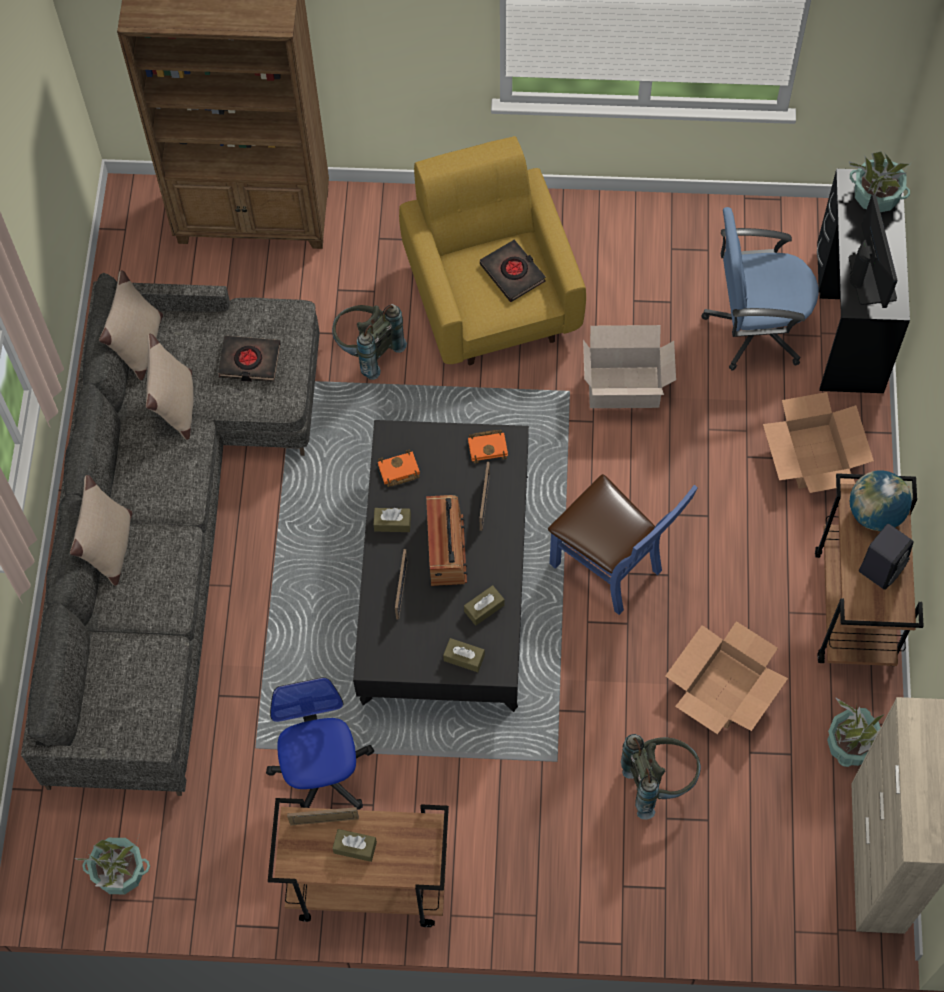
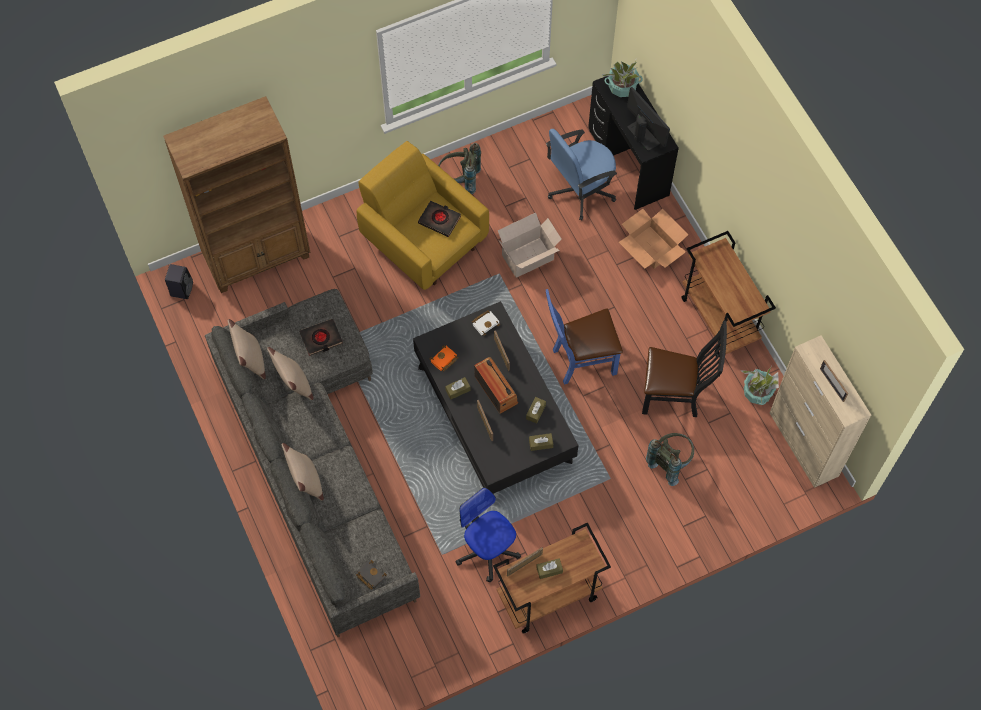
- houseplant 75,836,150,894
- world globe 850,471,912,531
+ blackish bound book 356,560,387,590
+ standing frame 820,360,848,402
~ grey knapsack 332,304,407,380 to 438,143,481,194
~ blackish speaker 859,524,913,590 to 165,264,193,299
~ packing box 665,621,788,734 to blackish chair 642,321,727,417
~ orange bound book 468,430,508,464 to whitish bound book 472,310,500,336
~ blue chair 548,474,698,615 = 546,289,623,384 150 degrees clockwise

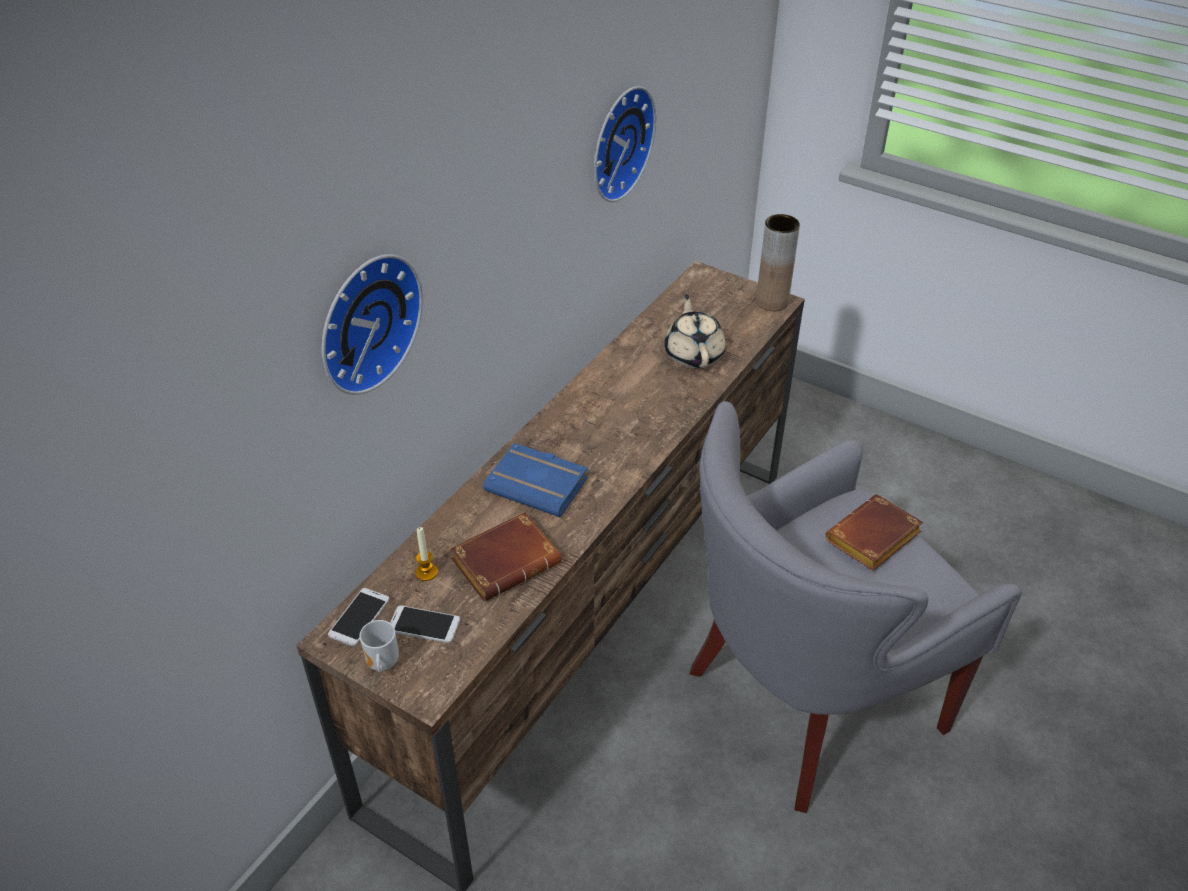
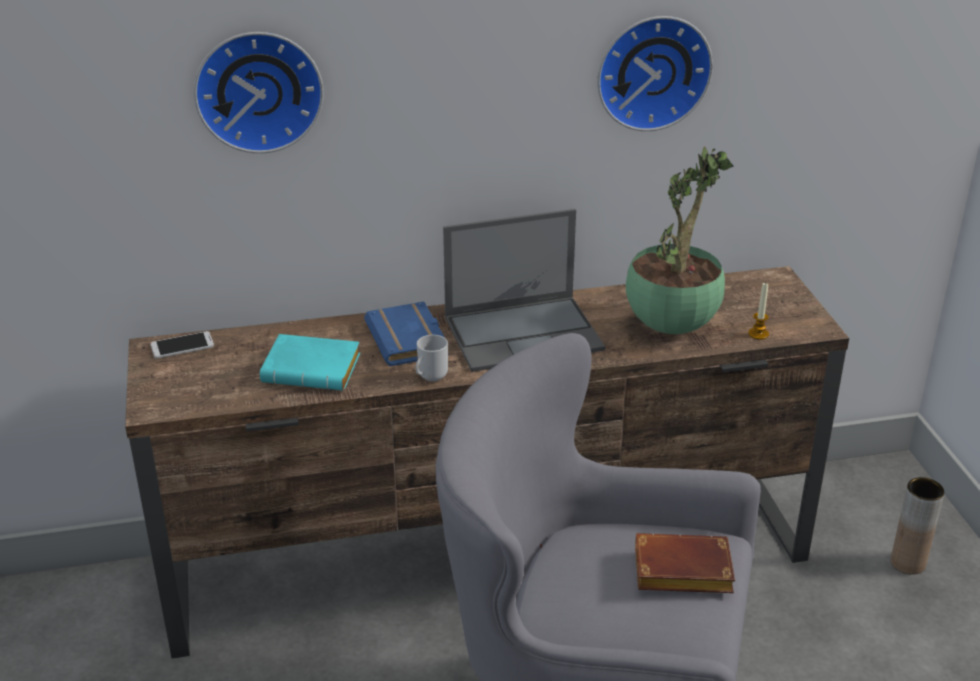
- phone 390,605,461,643
+ notebook computer 443,209,605,372
~ mug 359,620,399,673 to 416,335,448,382
~ wax light 415,527,438,581 to 748,282,769,340
~ brown decorative vase 756,214,800,311 to 891,477,945,575
~ beige-coloured pot for tea 664,294,726,368 to houseplant 626,146,734,334
~ brown bound book 450,512,561,602 to turquoise bound book 260,334,360,391

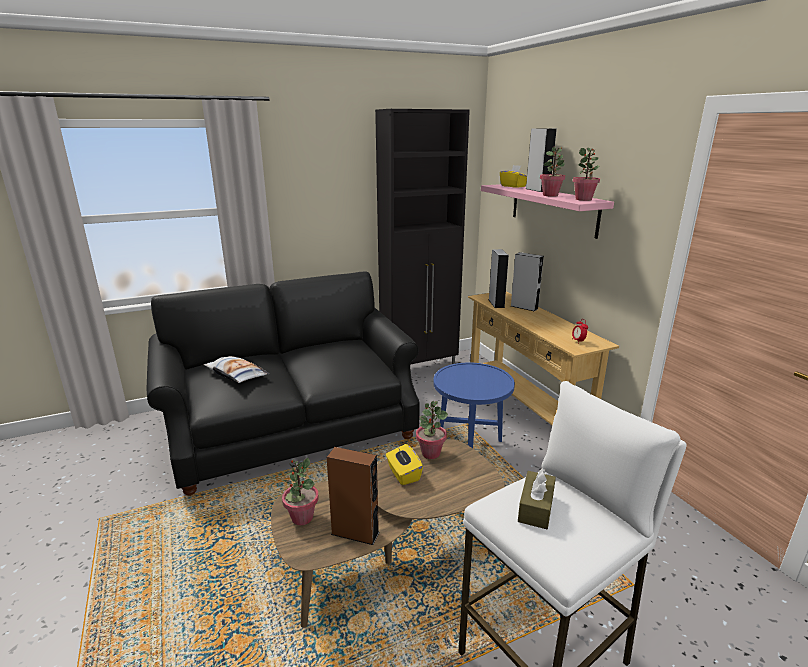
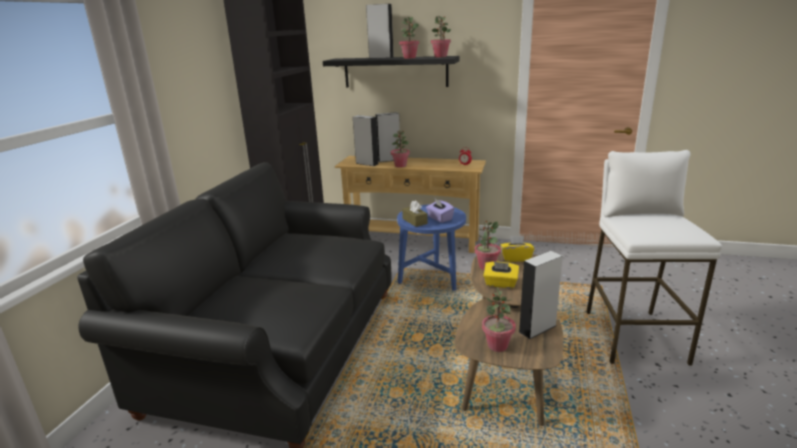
- pillow 203,356,270,383
+ houseplant 391,130,410,168
+ purplish tissue box 426,199,454,223
~ yellow-coloured tissue box 500,165,527,188 to 501,236,534,262
~ brown tissue box 518,468,556,529 to 402,200,428,227
~ brown speaker 327,447,379,545 to grey speaker 519,251,563,339
~ pink-coloured shelf 481,184,614,239 to blackish shelf 323,56,460,88

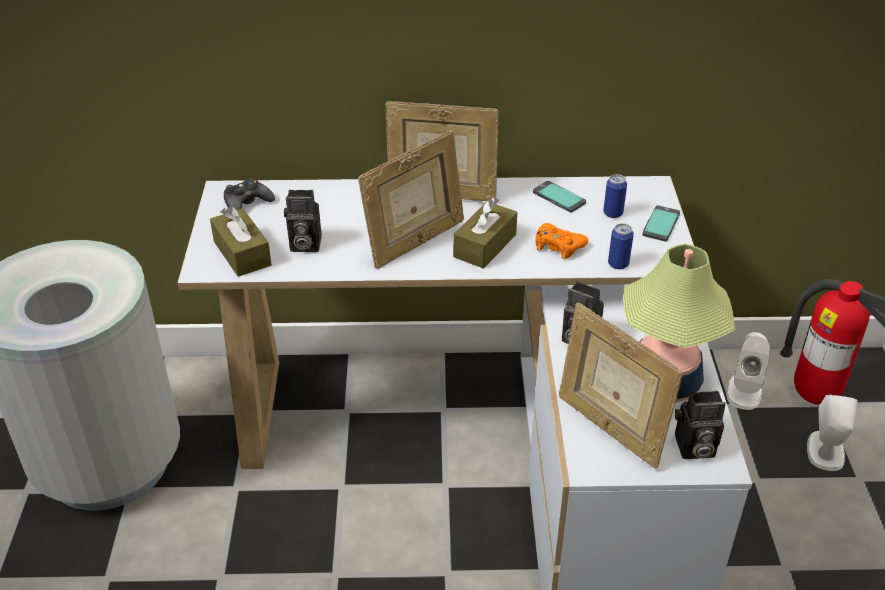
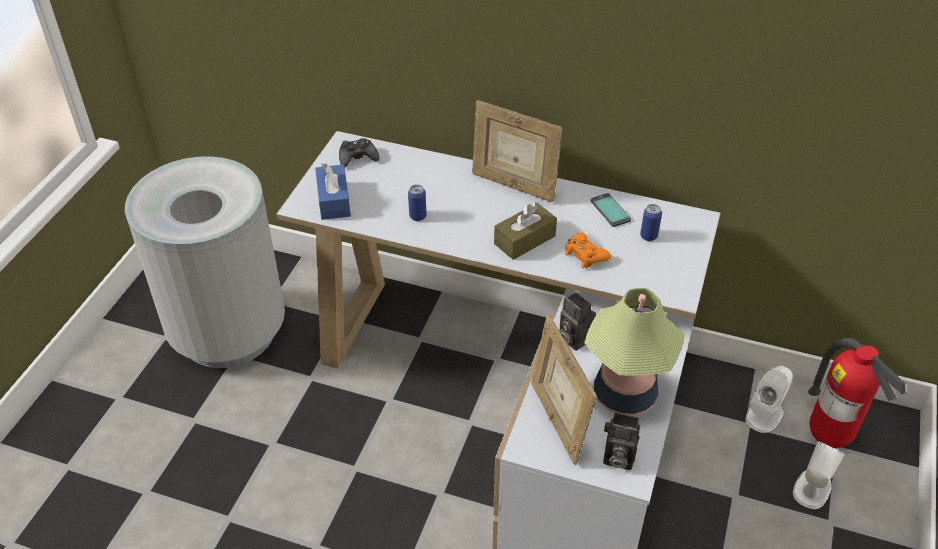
- still camera 284,190,322,252
- standing frame 358,130,464,269
- phone 642,205,680,242
~ can 608,223,634,269 to 408,184,426,221
~ brown tissue box 210,207,272,277 to blue tissue box 315,163,351,220

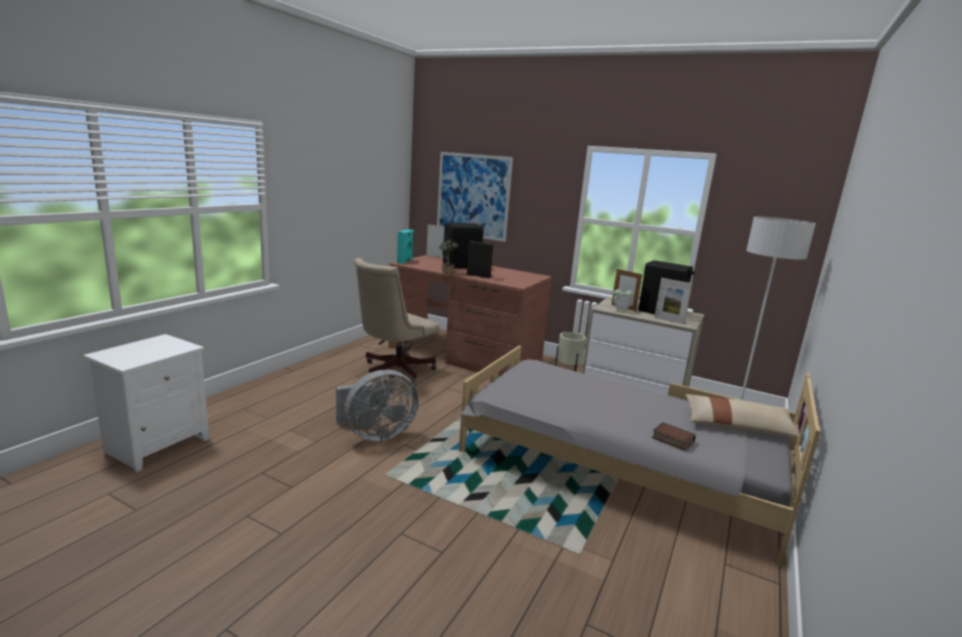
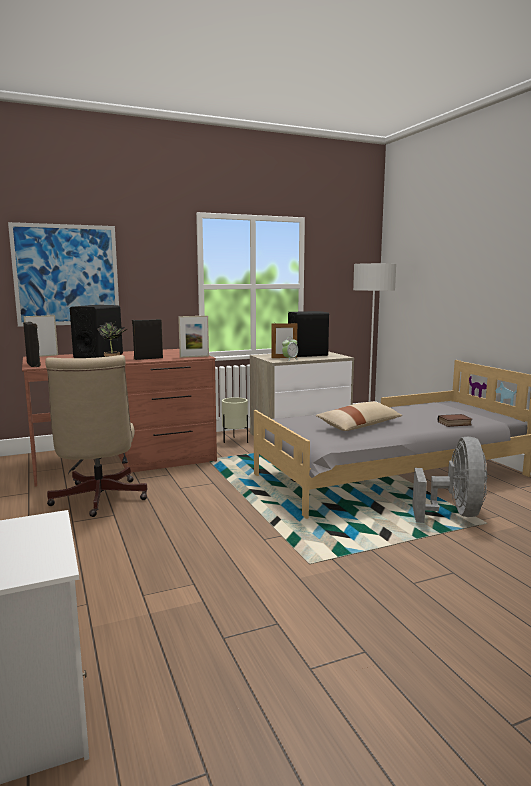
~ grey cooling fan 336,369,418,442 to 412,437,488,523
~ standing frame 654,278,692,324 to 178,316,209,358
~ beige-coloured pillow 685,394,799,438 to 316,402,403,431
~ turquoise speaker 397,229,414,264 to blackish speaker 23,322,41,367

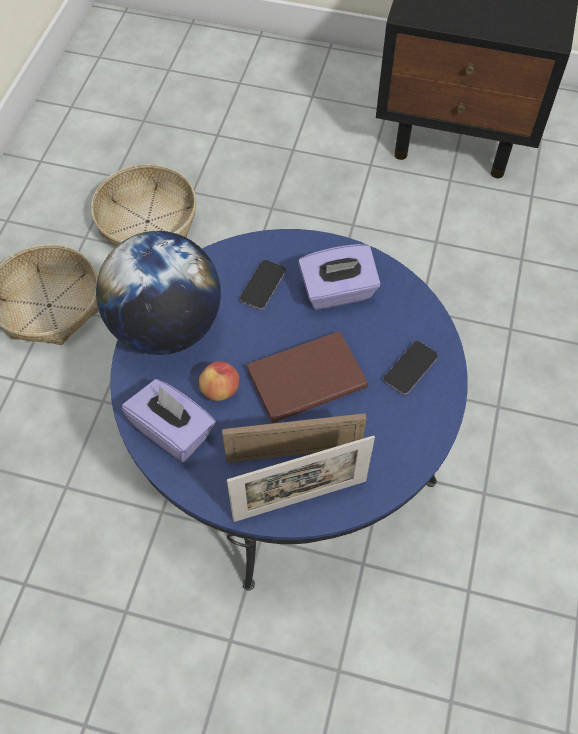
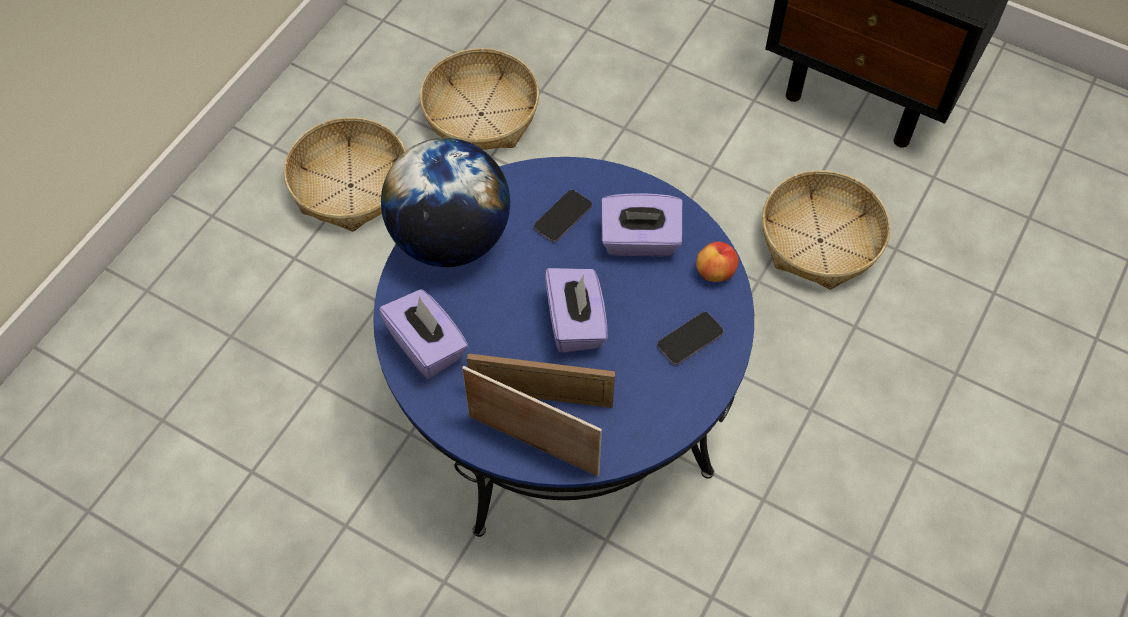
+ household basket 762,170,890,290
~ apple fruit 199,361,240,401 to 696,242,739,282
~ brown bound book 247,331,368,423 to purplish tissue box 545,268,607,353
~ standing frame 227,436,375,522 = 462,366,602,477 150 degrees counterclockwise

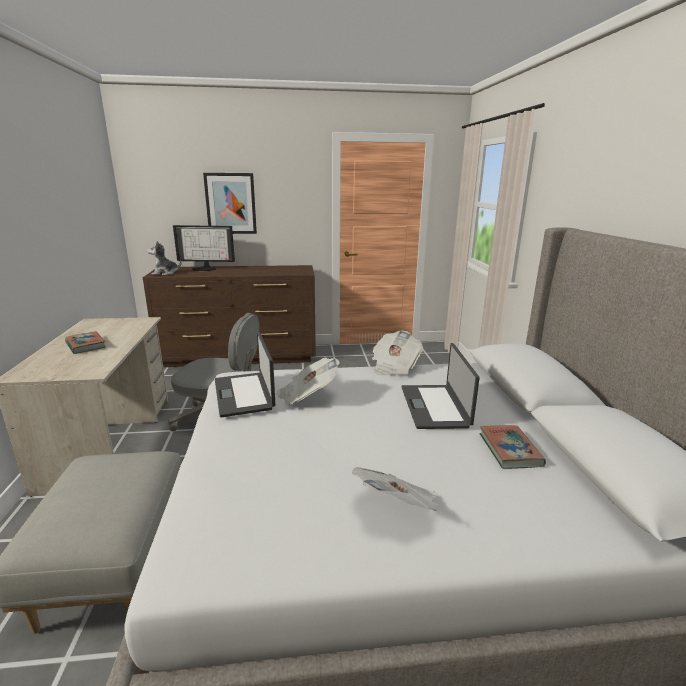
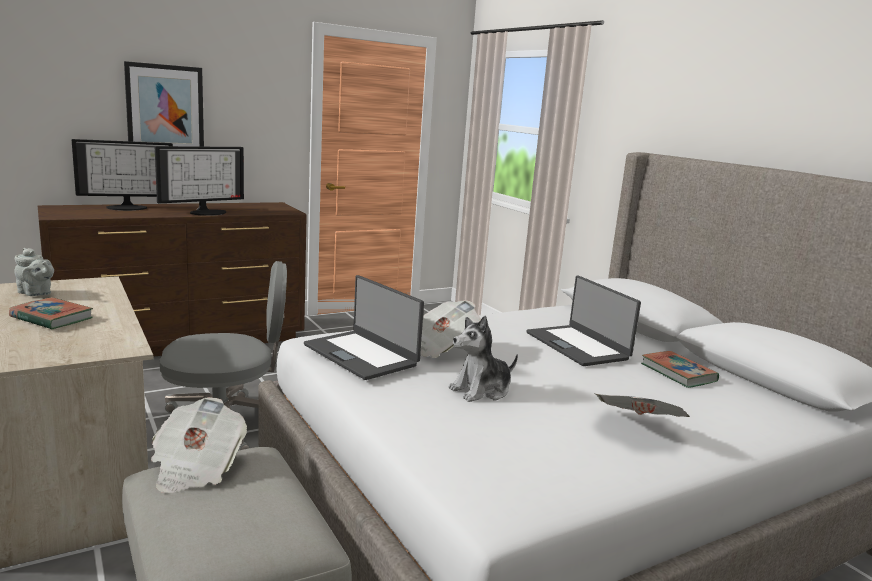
+ grey pot for tea 14,248,54,296
+ computer screen 155,146,244,216
~ soft toy 147,241,182,276 to 449,316,518,402
~ printed paper 372,330,423,376 to 151,397,247,493

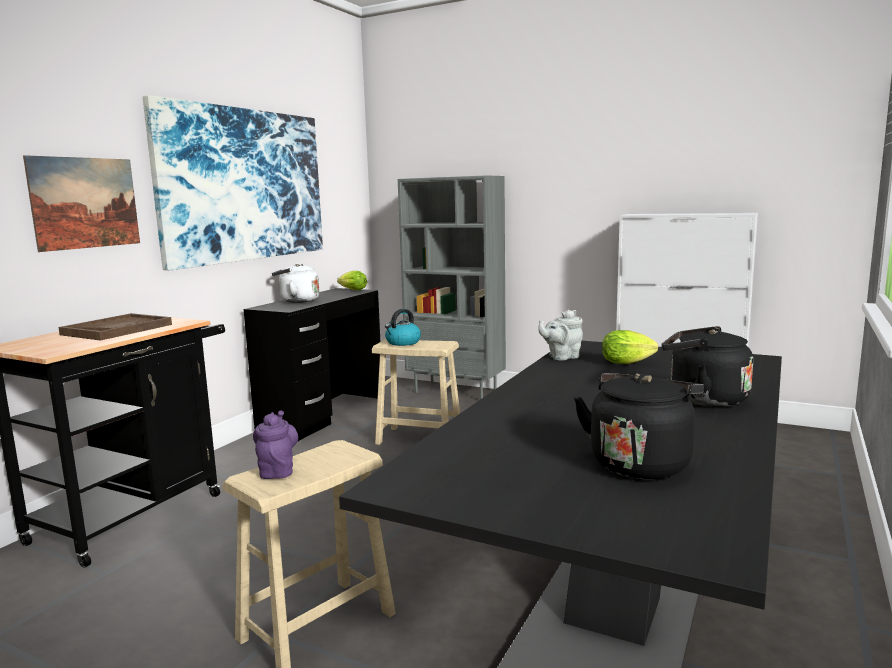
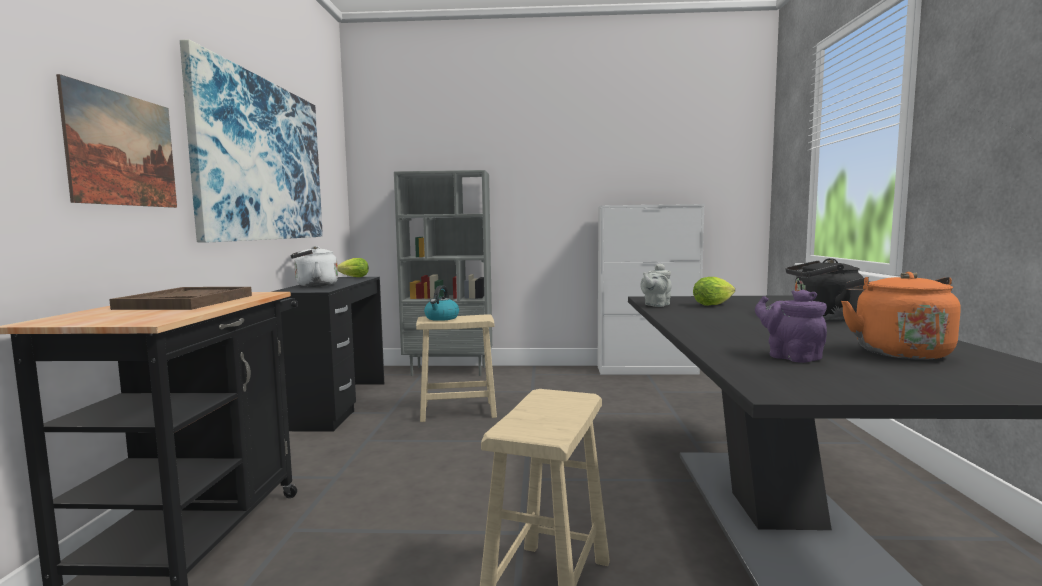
~ purplish pot for tea 253,411,298,479 to 755,289,827,363
~ blackish tea kettle 574,373,704,479 to orange tea kettle 841,272,961,360

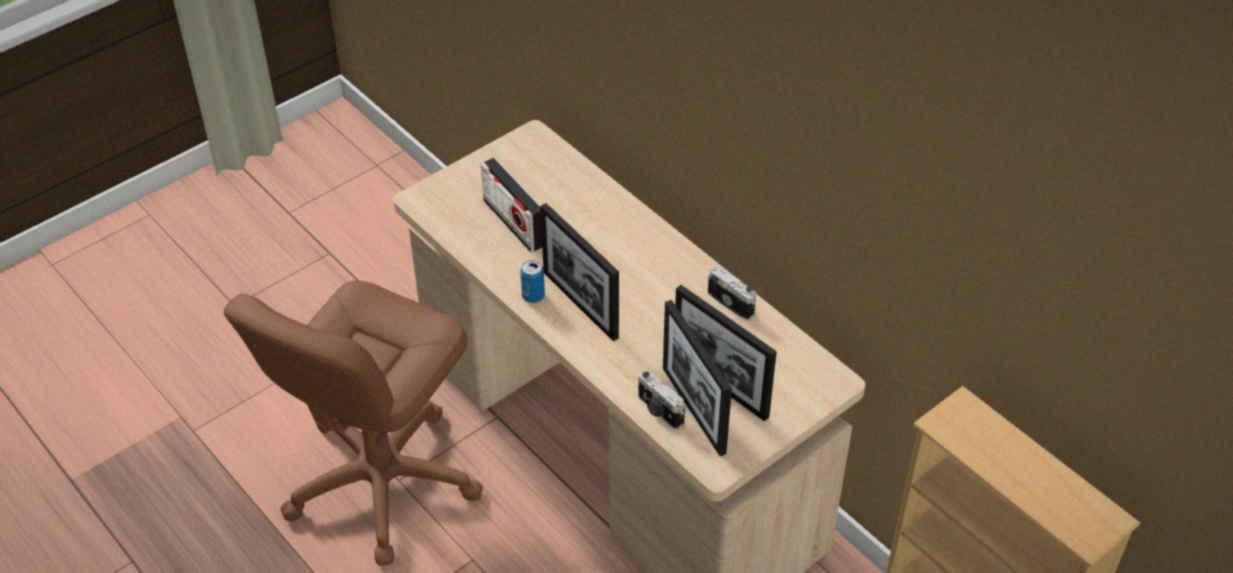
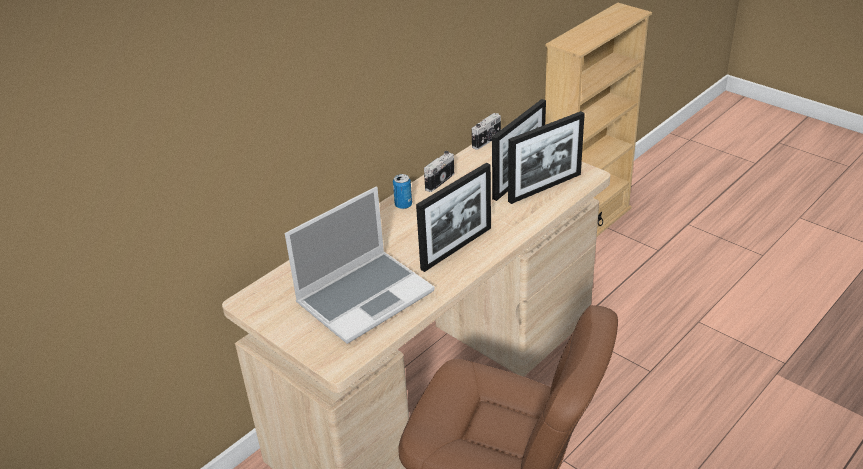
~ can 520,260,545,303 to 393,174,412,209
~ still camera 638,370,685,430 to 472,113,501,150
~ radio 481,157,542,252 to notebook computer 285,186,435,344

